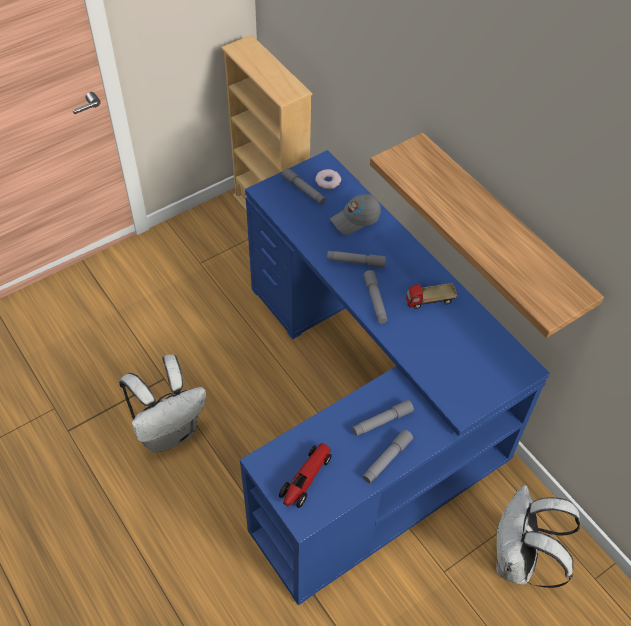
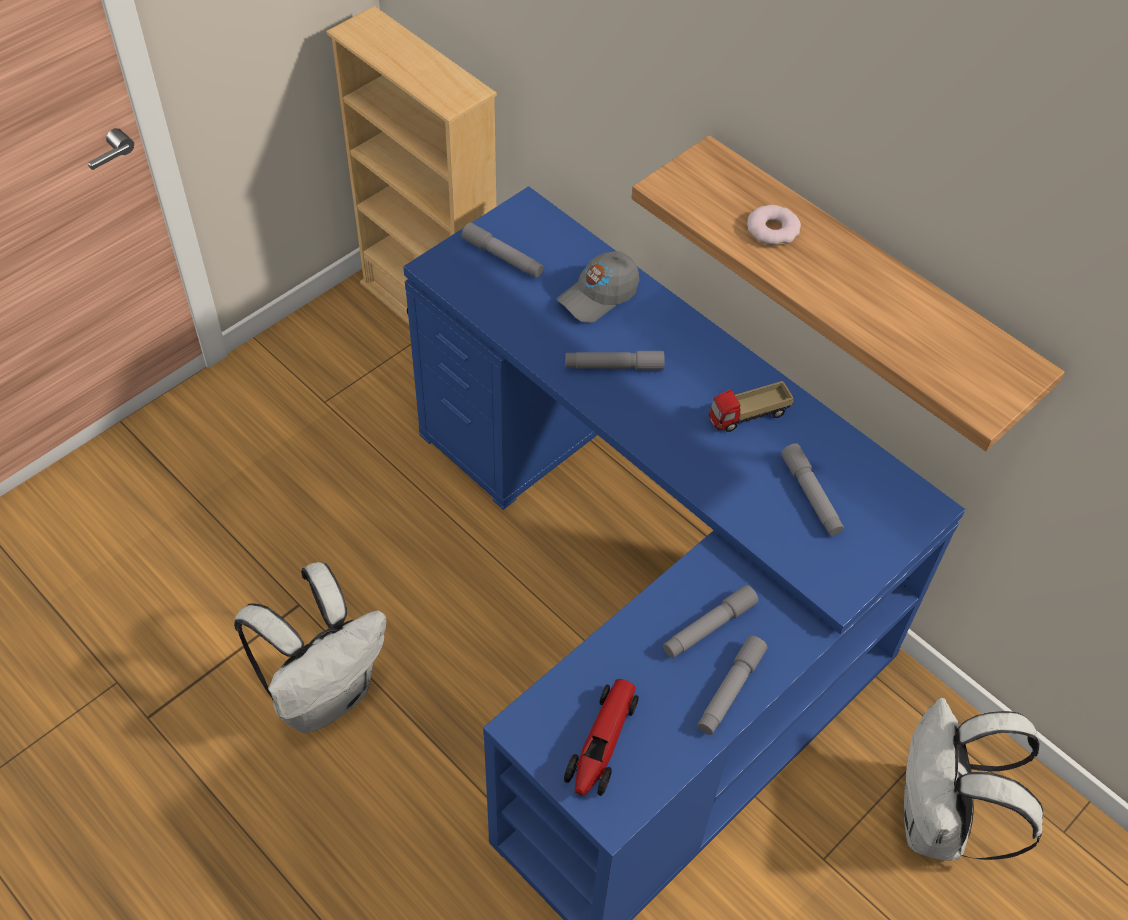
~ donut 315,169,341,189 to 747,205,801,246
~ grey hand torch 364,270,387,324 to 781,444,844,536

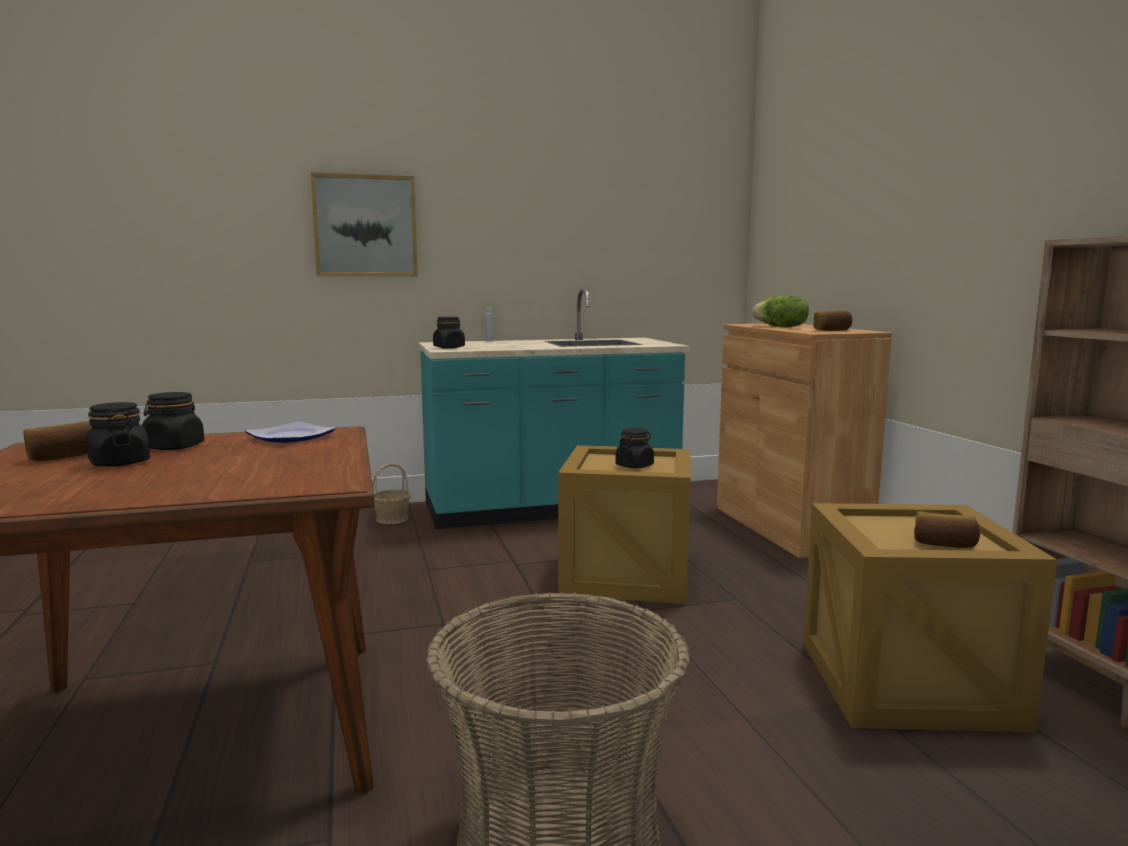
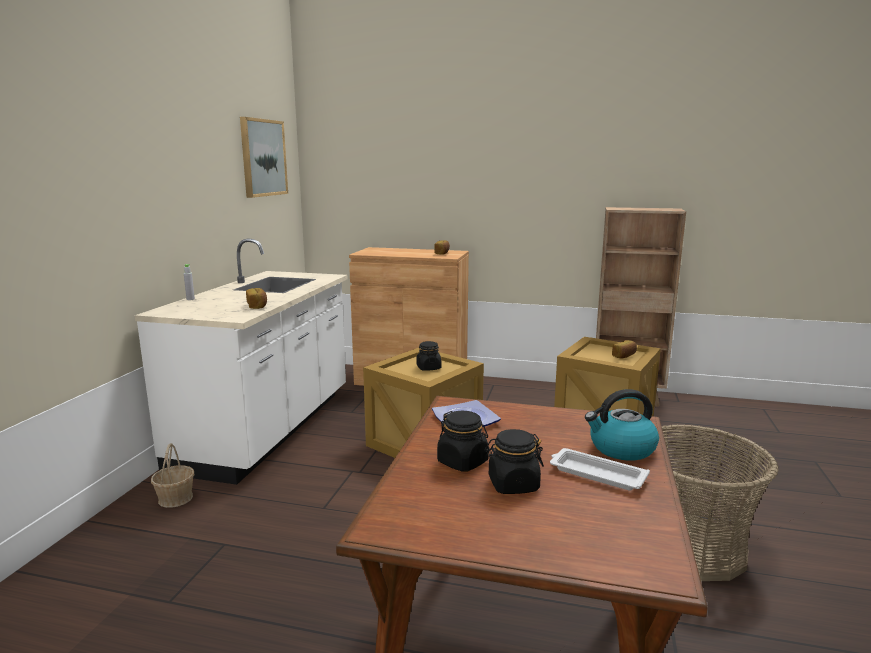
- blackish jar 433,317,465,349
- head of lettuce 752,295,809,327
+ whitish tray 550,448,650,491
+ tea kettle 585,389,659,461
~ bread 24,421,92,461 to 246,288,267,309
~ picture 311,172,418,276 to 240,117,288,198
~ turquoise kitchen base unit 418,289,690,529 to whitish kitchen base unit 135,238,347,485

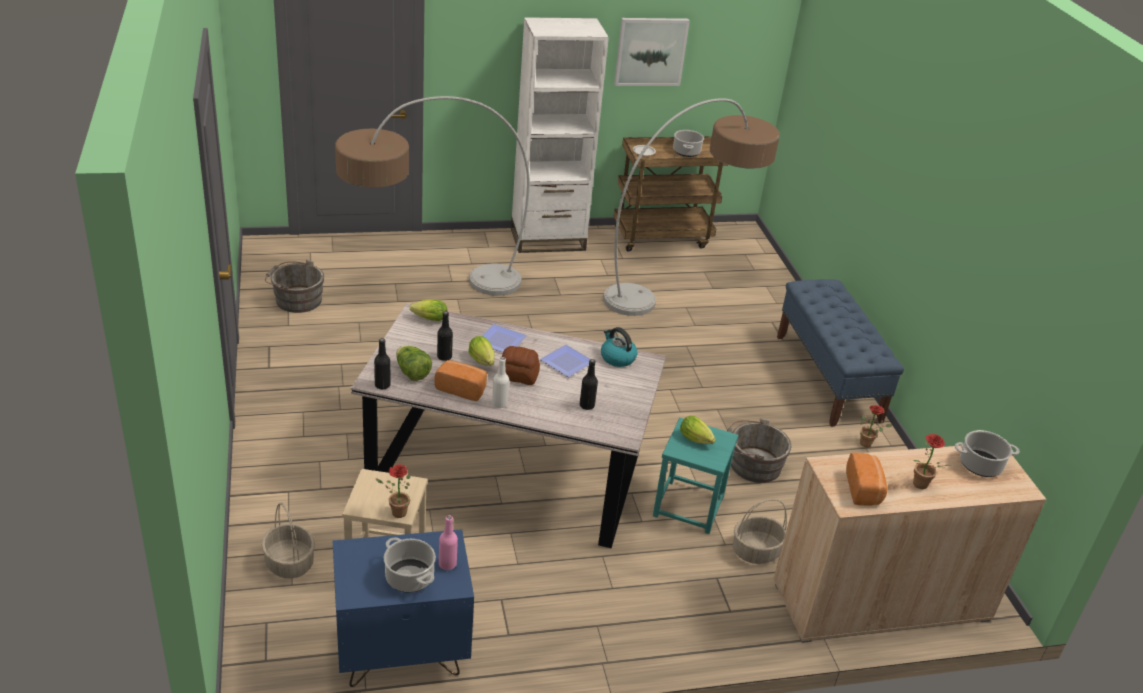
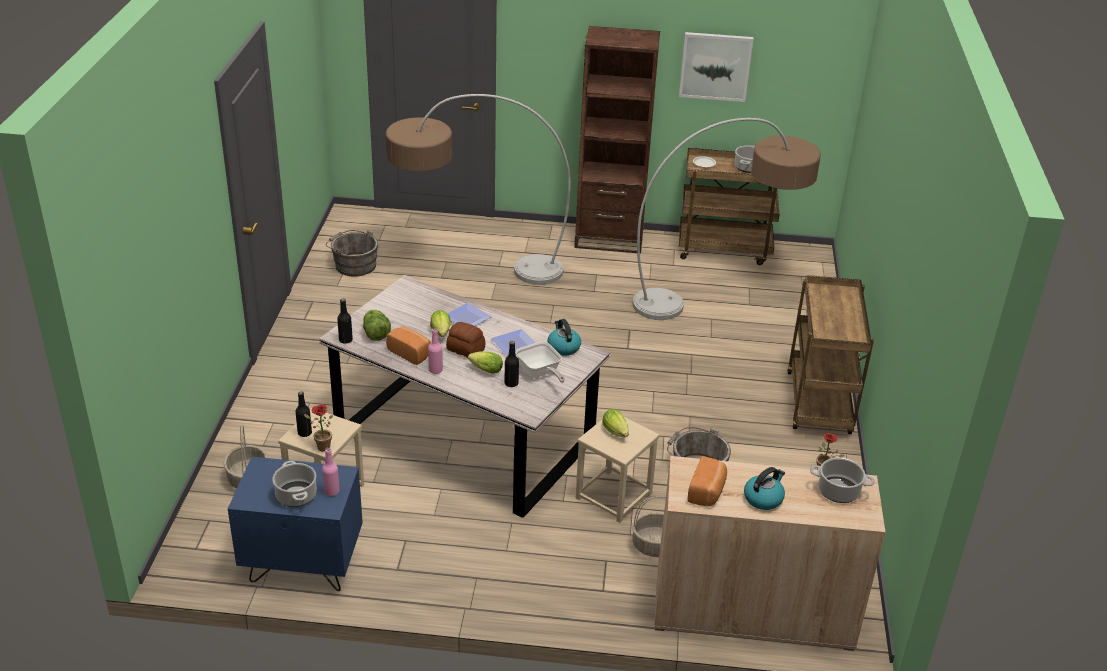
+ frying pan 516,341,565,383
~ head of lettuce 410,299,447,321 to 468,351,503,374
~ blackish beverage bottle 437,311,453,361 to 295,391,312,437
~ blue long seat 777,279,904,427 to brown cart 787,275,874,434
~ houseplant 913,434,951,489 to tea kettle 744,467,785,510
~ whitish beverage bottle 492,357,509,408 to pink-coloured beverage bottle 428,328,443,374
~ whitish bookshelf 511,17,609,253 to brown bookshelf 574,26,660,254
~ turquoise stool 653,418,739,534 to beige-coloured stool 575,417,659,523

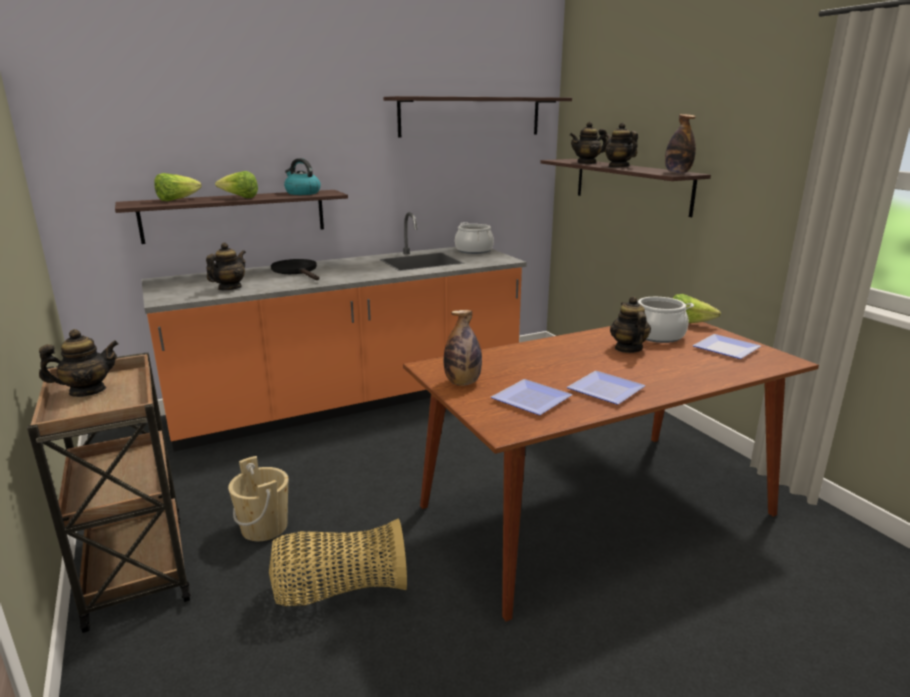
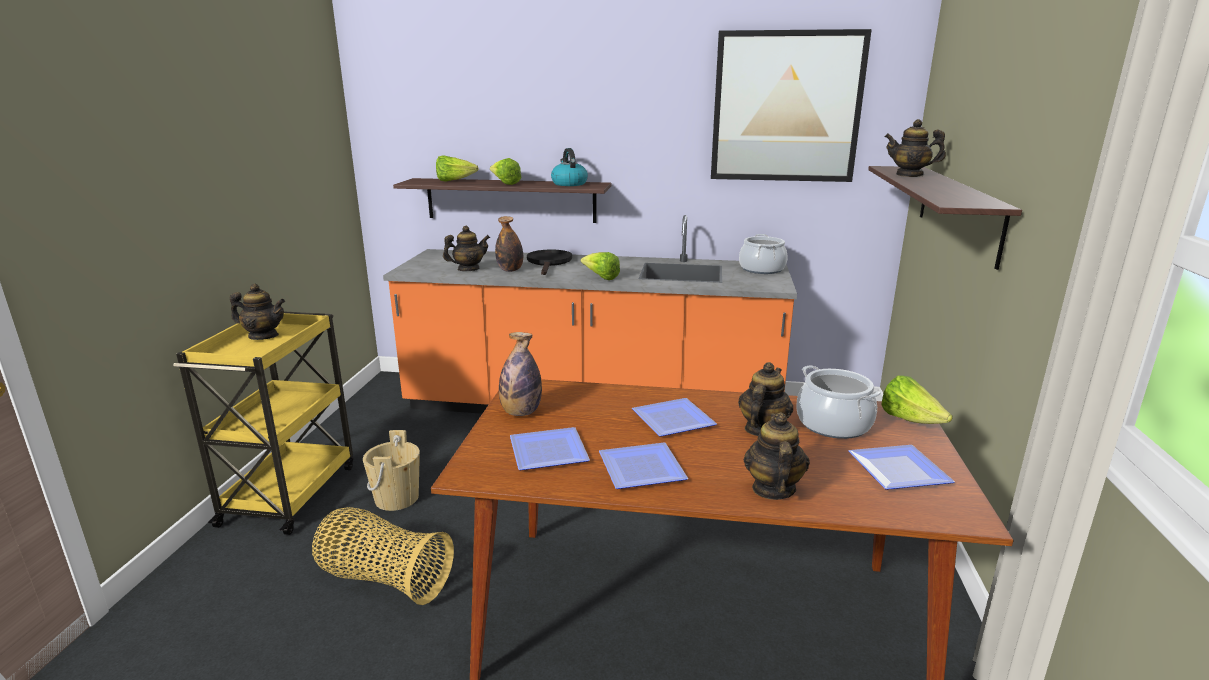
+ head of lettuce 581,252,620,280
+ dinner plate 632,398,717,437
~ pot for tea 605,123,638,167 to 744,412,810,500
~ beverage bottle 665,114,696,174 to 495,216,523,272
~ shelf 383,96,572,138 to picture 711,29,872,182
~ brown cart 27,352,191,633 to yellow-coloured cart 173,311,353,535

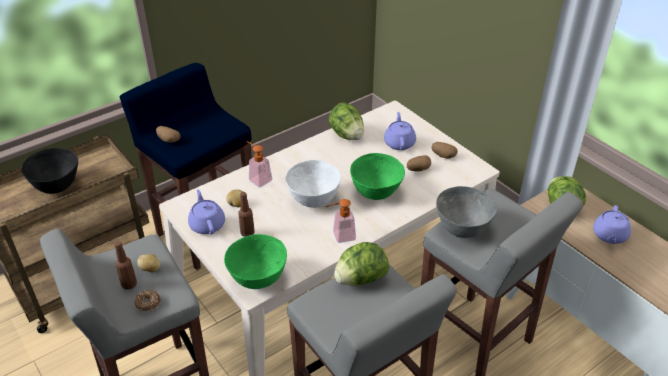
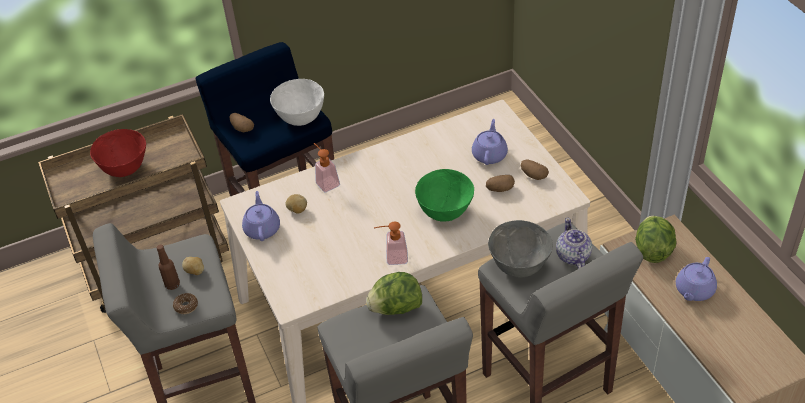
- green-coloured bowl 224,234,287,289
- brown beverage bottle 239,192,255,237
- head of lettuce 329,103,364,140
+ pot for tea 556,218,592,269
~ whitish bowl 285,160,341,208 to 270,79,324,126
~ blackish bowl 21,148,78,194 to reddish bowl 90,129,146,177

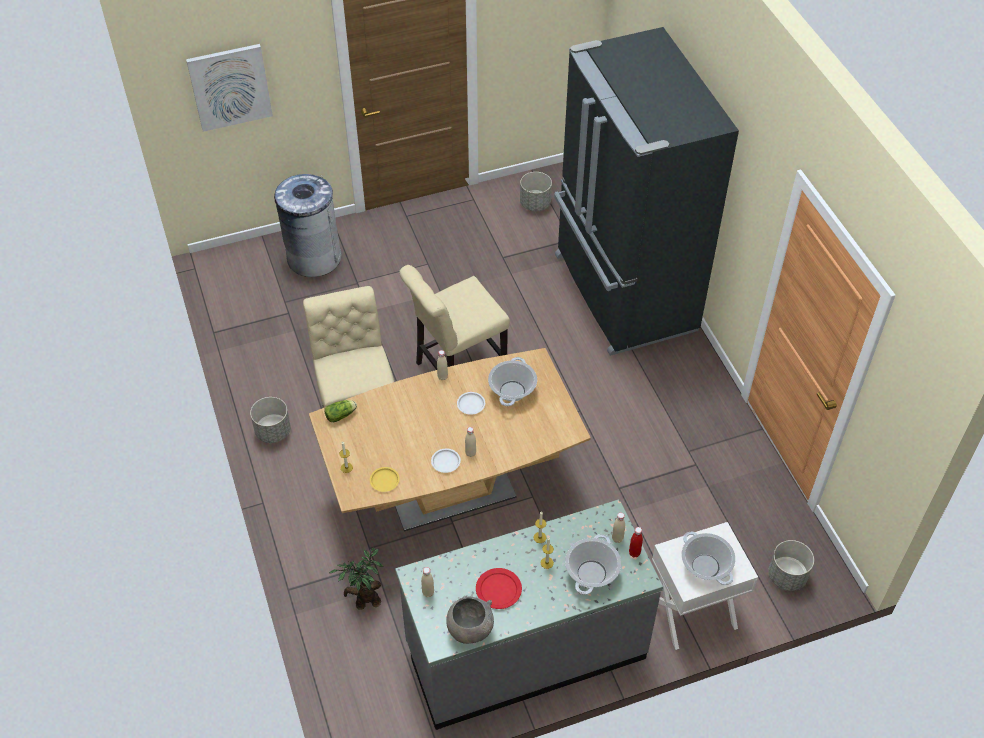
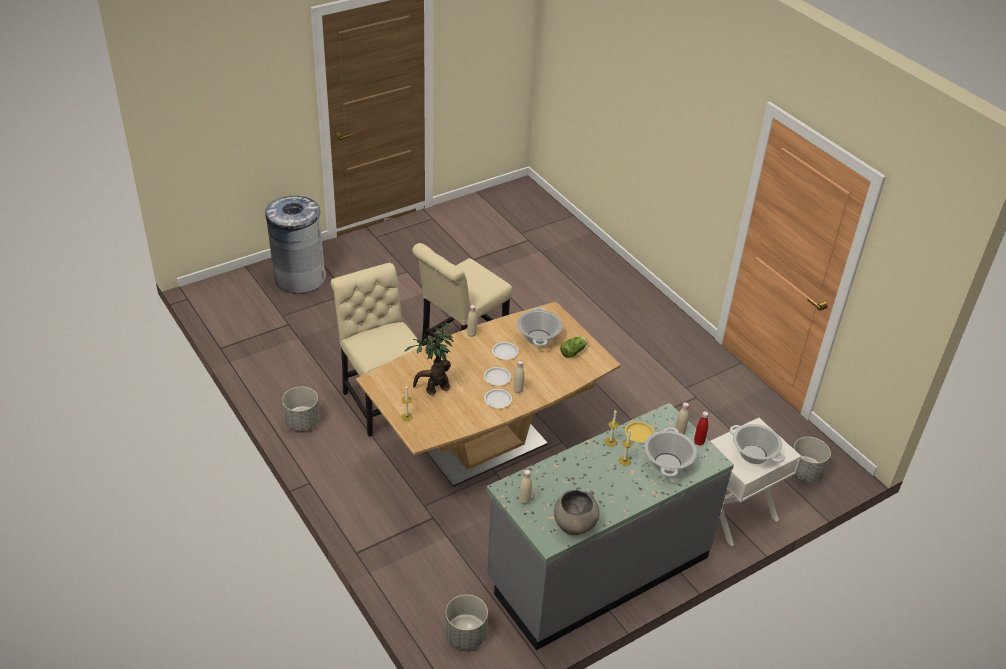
- picture 186,44,273,132
- reddish dinner plate 476,568,522,609
- blackish fridge 554,27,739,356
+ whitish dinner plate 484,367,511,386
~ head of lettuce 325,400,357,422 to 560,337,587,358
~ houseplant 329,548,383,610 to 404,323,454,395
~ yellow-coloured dinner plate 370,467,400,492 to 625,421,654,443
~ grey plant pot 520,172,552,211 to 445,595,488,649

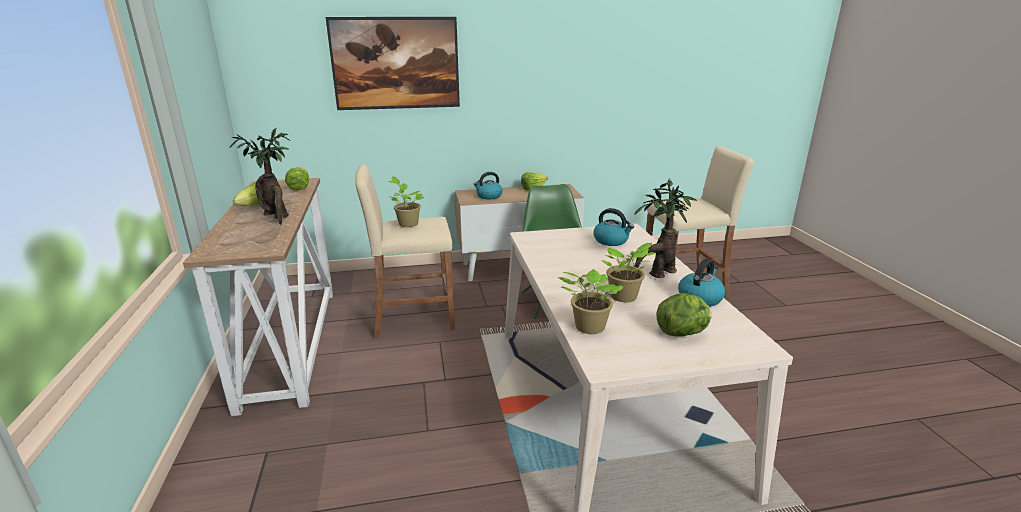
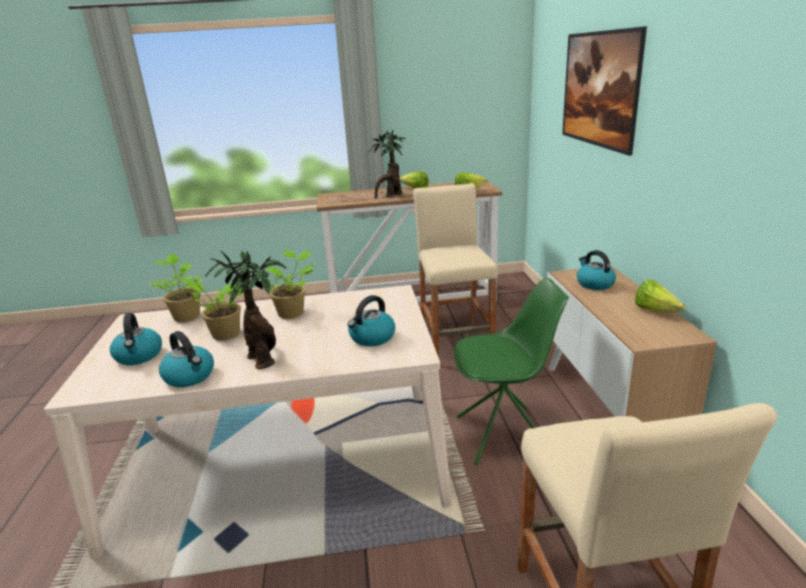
~ houseplant 388,176,424,227 to 265,250,315,319
~ head of lettuce 656,293,712,337 to tea kettle 110,313,162,365

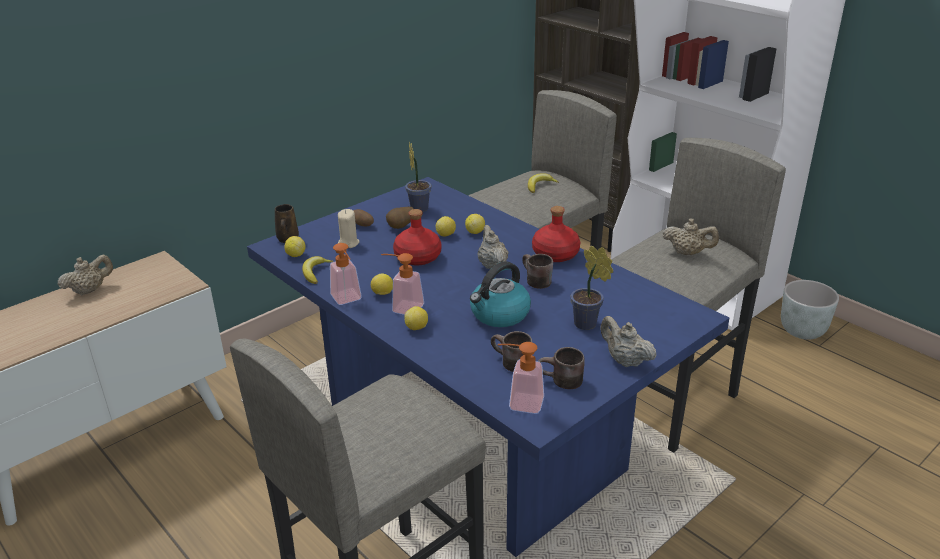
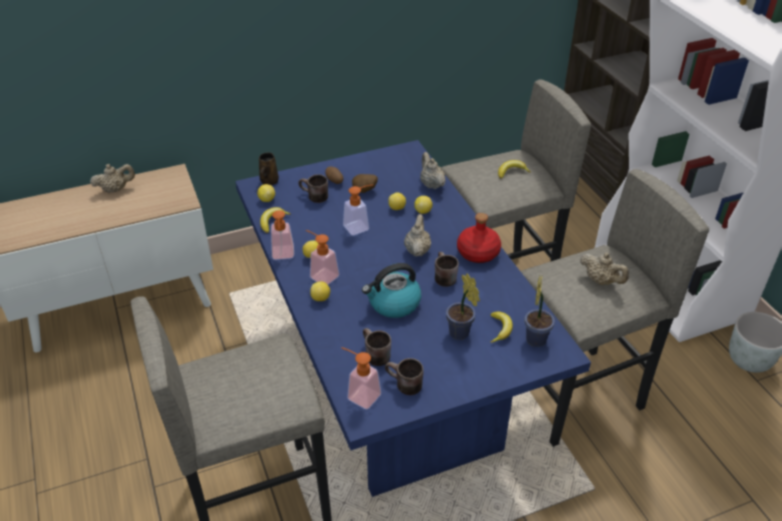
+ whole banana 490,312,513,343
~ houseplant 405,141,431,212 to 525,276,555,347
~ beige-coloured pot for tea 600,316,657,367 to 420,152,445,189
~ beige-coloured wax light 338,209,359,248 to brown mug 298,175,328,203
~ reddish beverage bottle 393,209,441,266 to liquid soap bottle 343,184,374,235

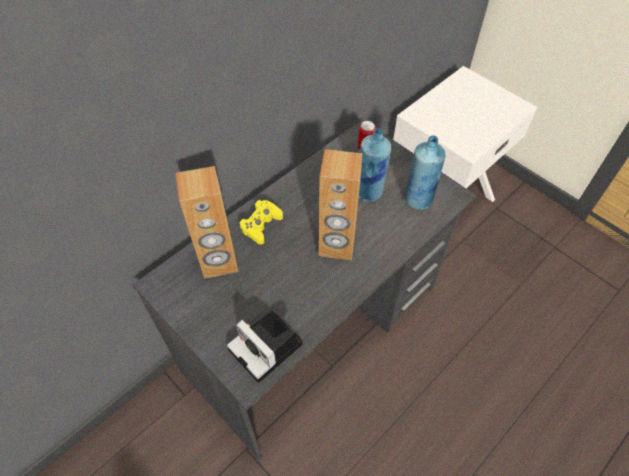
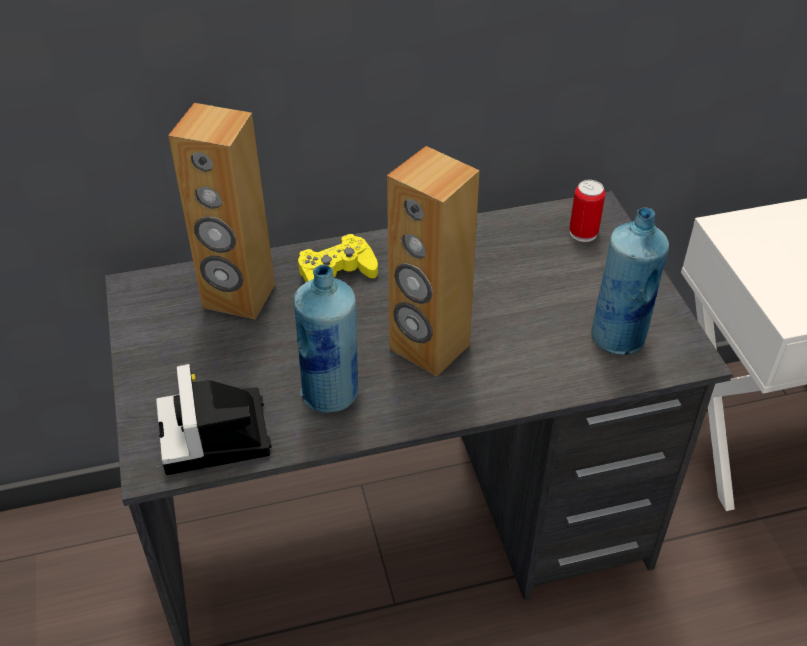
~ blue beverage bottle 359,128,391,202 to 294,264,358,413

